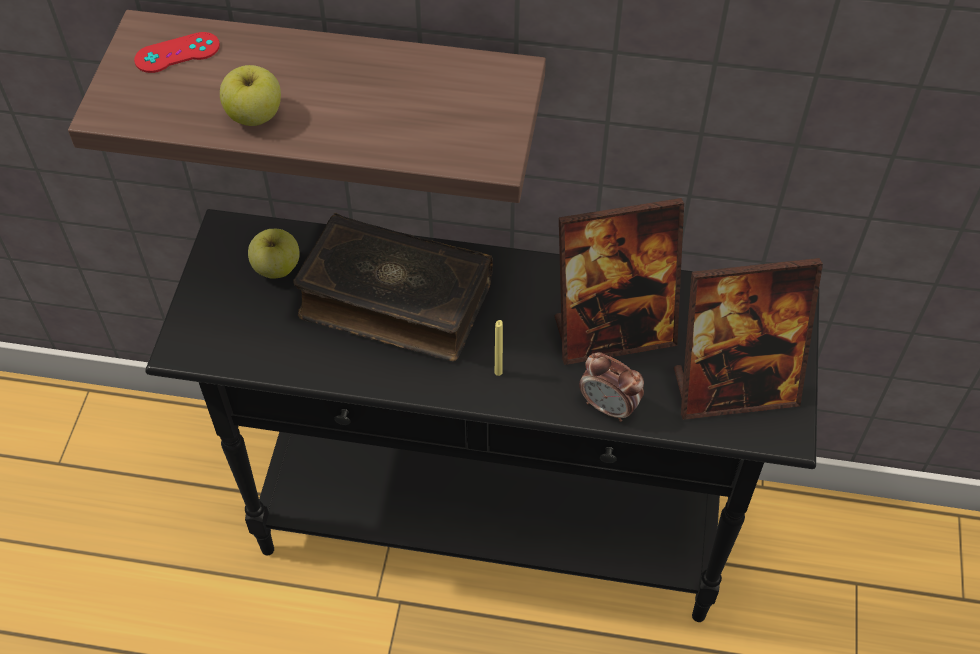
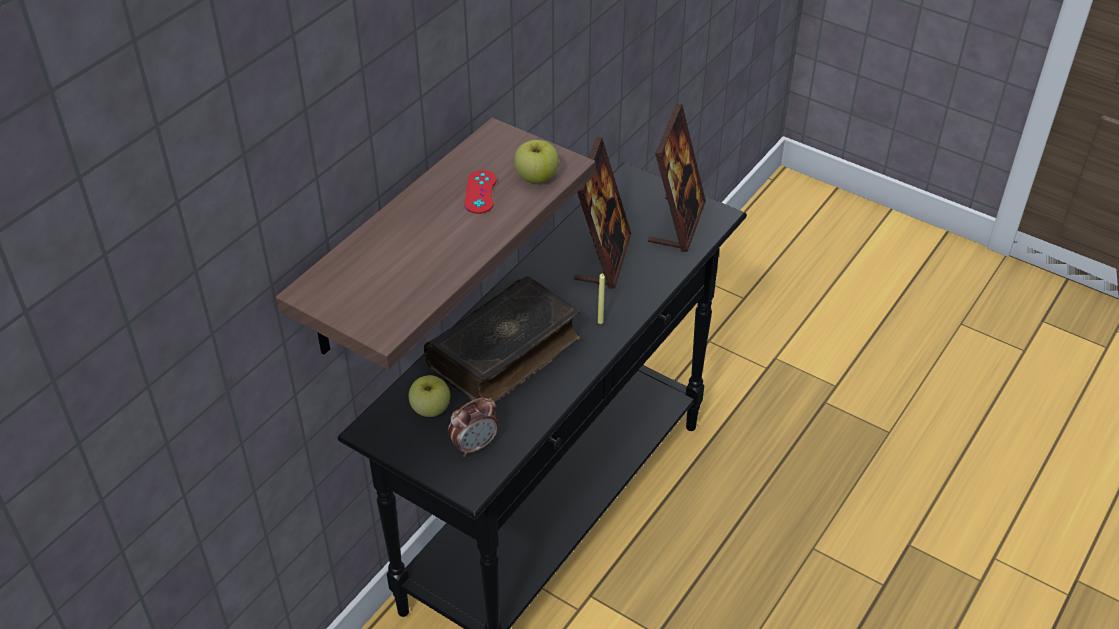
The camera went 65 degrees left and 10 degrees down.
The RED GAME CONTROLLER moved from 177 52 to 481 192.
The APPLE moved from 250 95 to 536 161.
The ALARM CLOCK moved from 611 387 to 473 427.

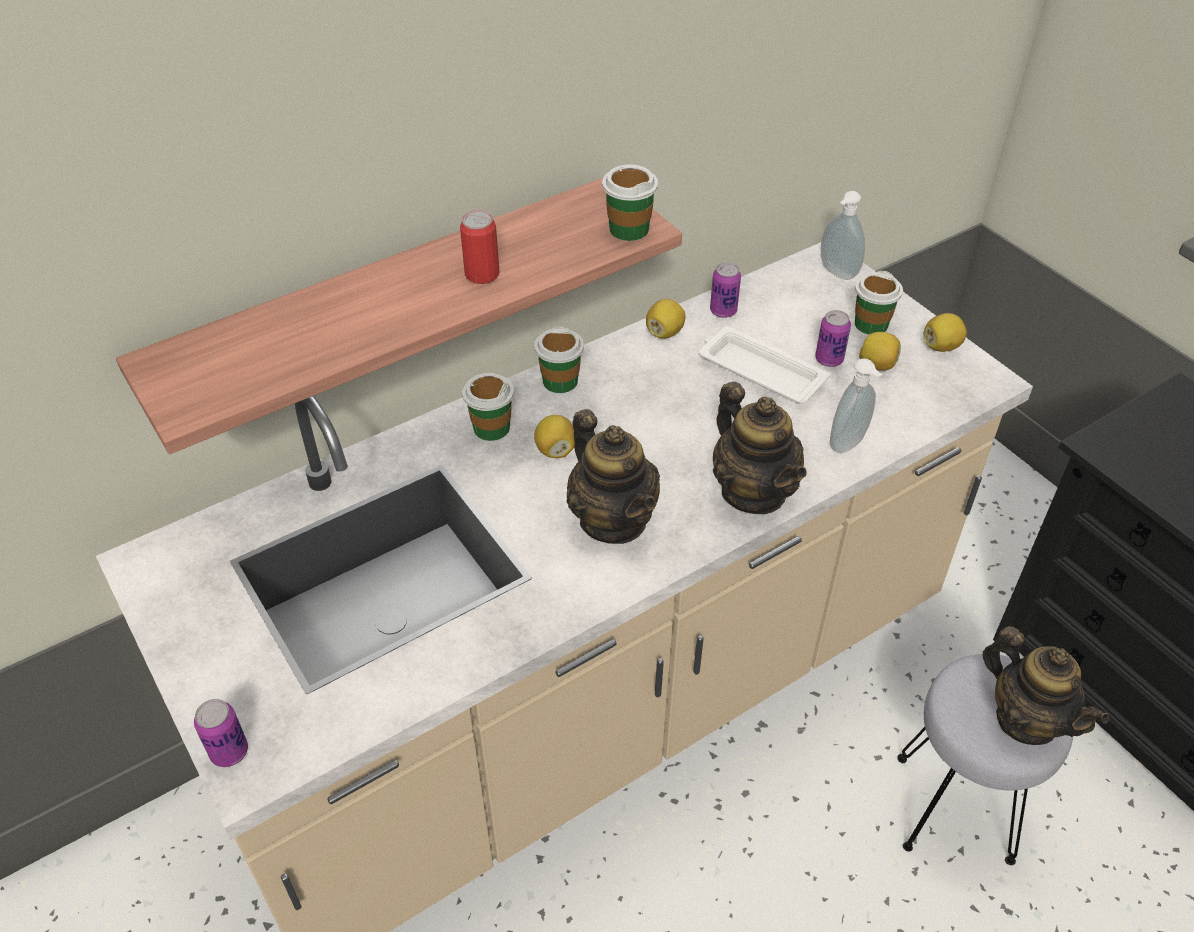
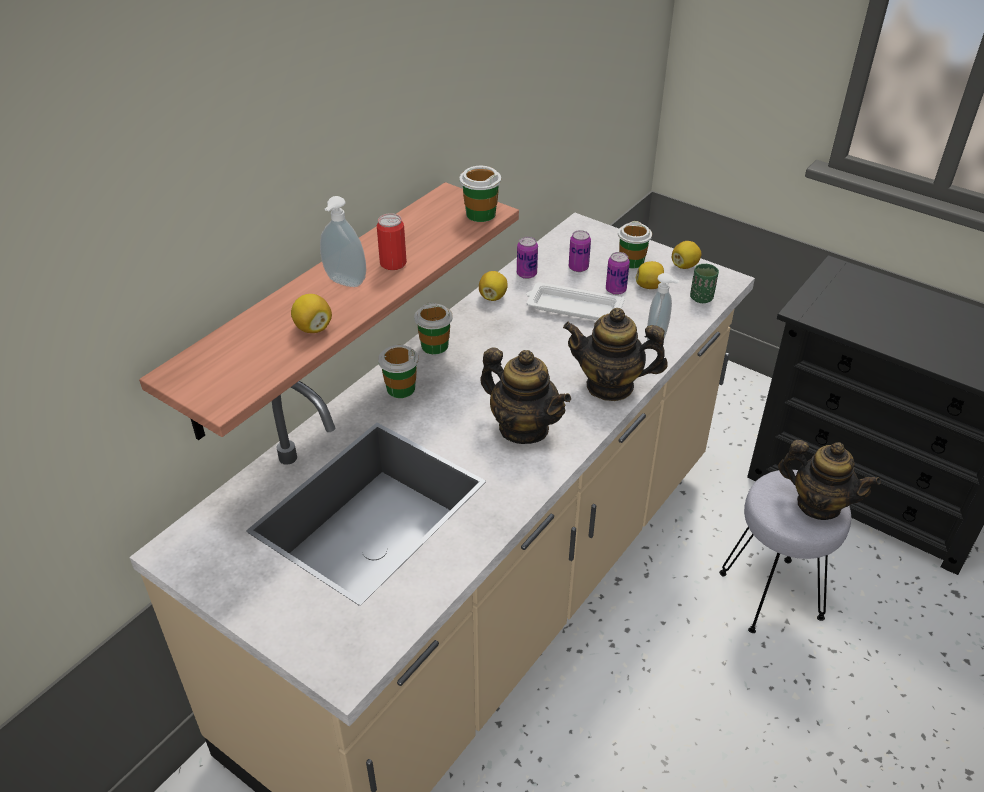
The camera went 20 degrees left and 5 degrees down.
The GREEN CUP at 704 283 appeared.
The CAN moved from 221 733 to 580 251.
The LEMON moved from 554 436 to 311 313.
The SOAP DISPENSER moved from 843 235 to 343 241.
The TEAPOT at 760 448 turned 150 degrees clockwise.

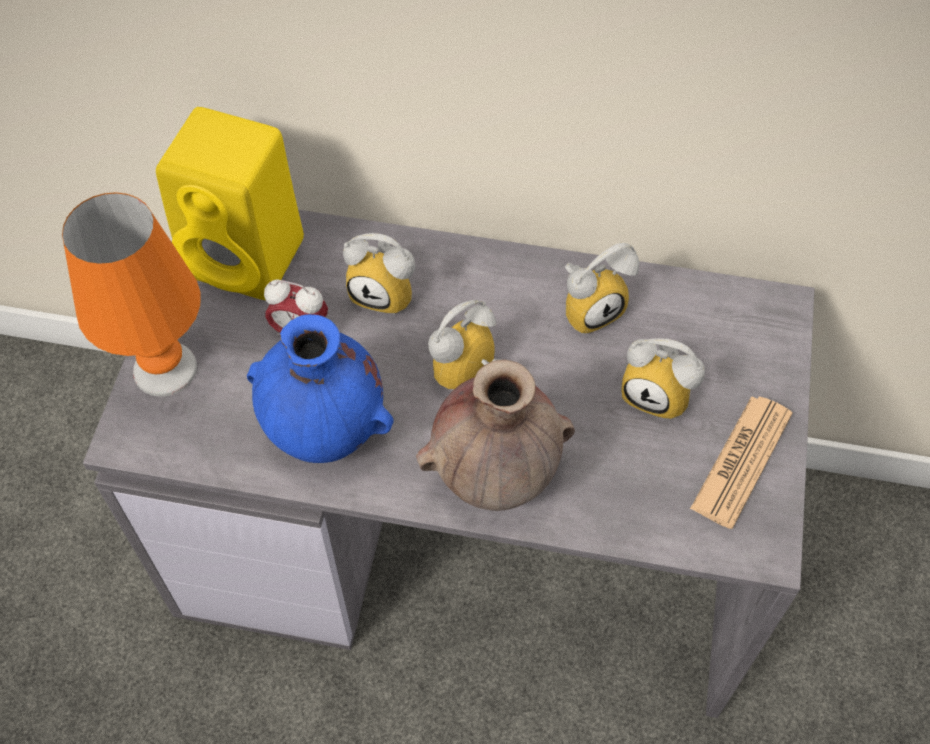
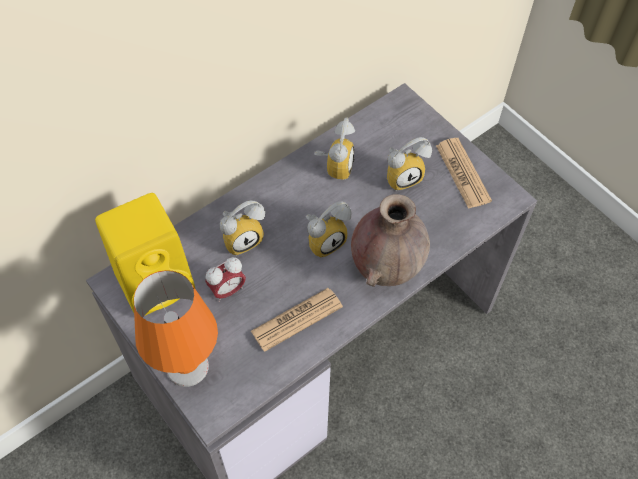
The camera went 50 degrees left and 0 degrees up.
The BLUE VASE at 320 388 was replaced by the NEWSPAPER at 297 320.
The ALARM CLOCK at 464 345 turned 120 degrees counterclockwise.

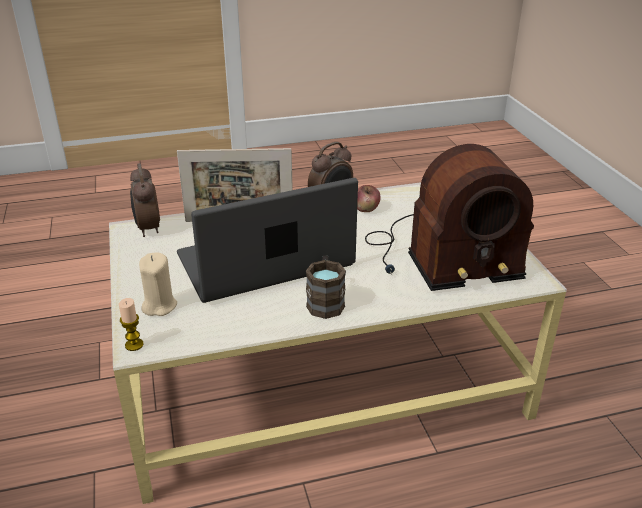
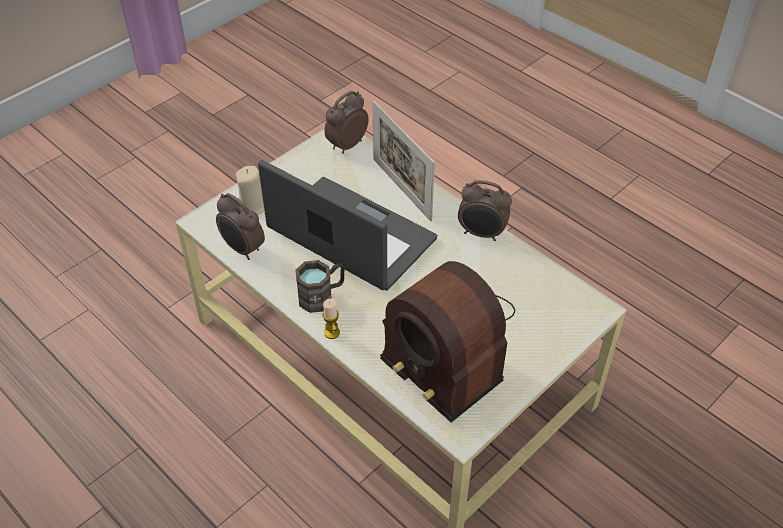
The camera went 60 degrees right and 15 degrees up.
The APPLE at 369 198 disappeared.
The ALARM CLOCK at 240 226 appeared.
The CANDLE moved from 131 324 to 331 318.

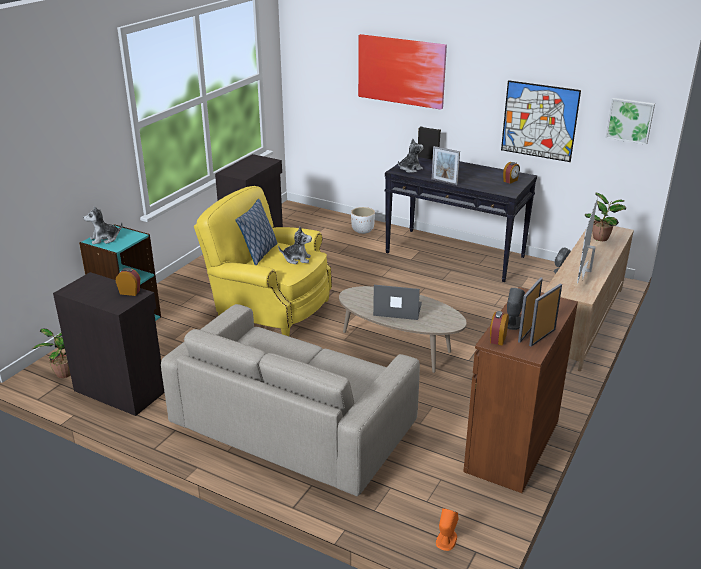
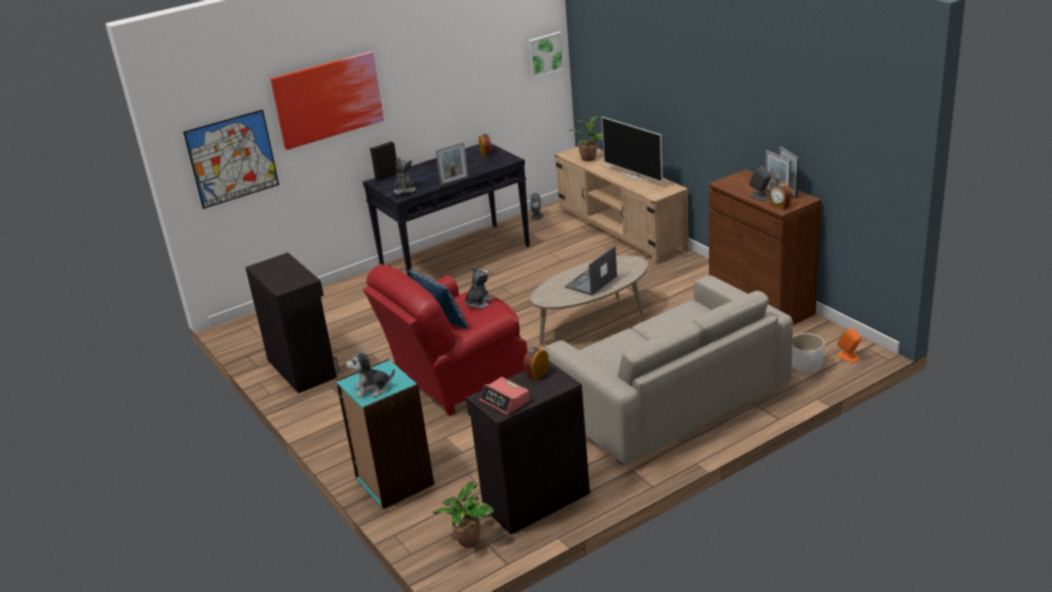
The camera went 60 degrees left and 0 degrees up.
The ALARM CLOCK at 504 396 appeared.
The WHITE PLANTER moved from 363 220 to 808 353.
The PICTURE moved from 541 121 to 231 159.
The YELLOW ARMCHAIR at 263 261 became the RED ARMCHAIR at 445 340.
The PLUSH TOY at 102 225 turned 75 degrees clockwise.

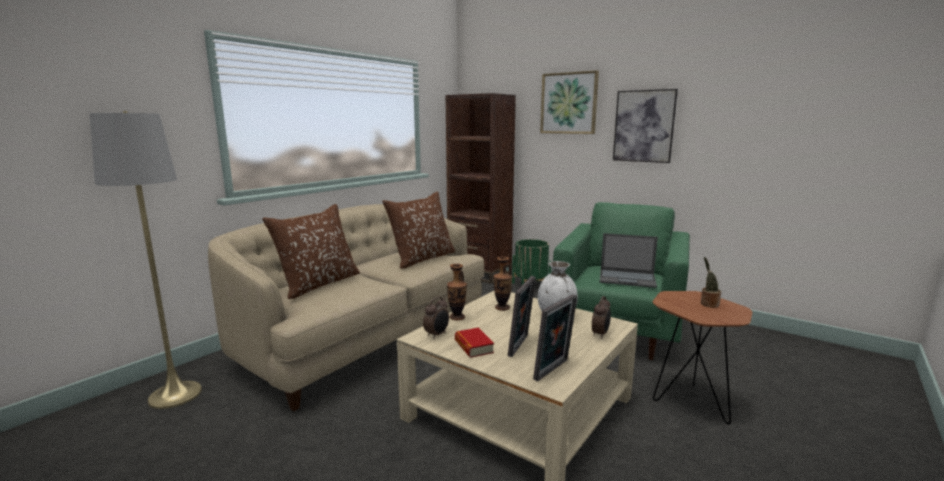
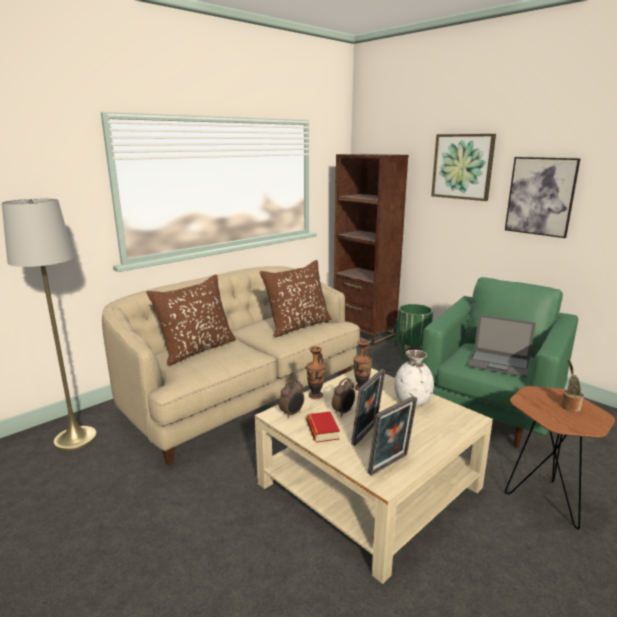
The camera went 10 degrees right and 5 degrees up.
The ALARM CLOCK moved from 601 317 to 343 397.

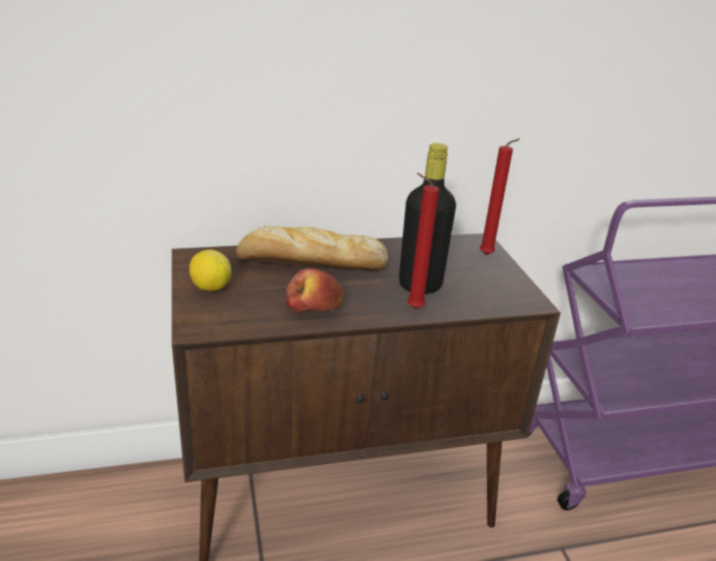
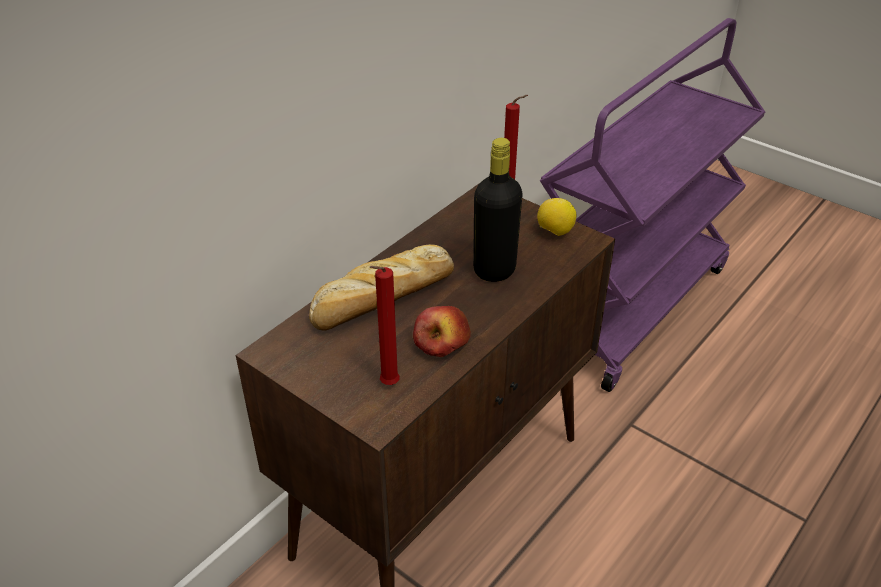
The camera went 35 degrees left and 10 degrees up.
The LEMON moved from 210 270 to 556 217.
The RED CANDLE moved from 423 241 to 385 325.

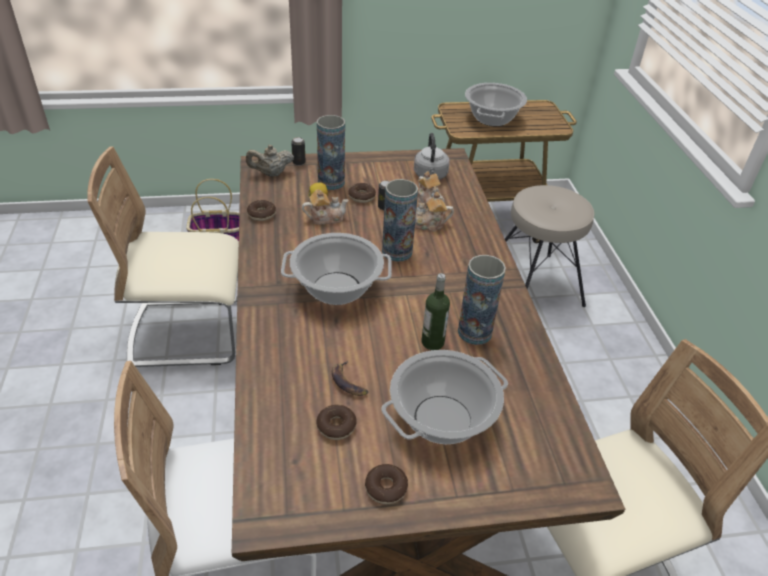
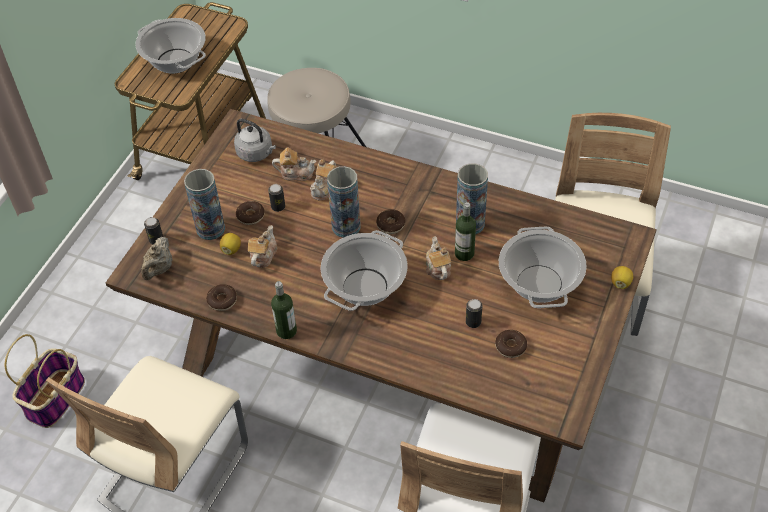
The camera went 55 degrees left and 10 degrees up.
The BOTTLE at 284 310 appeared.
The TEAPOT at 438 258 appeared.
The LEMON at 622 277 appeared.
The DONUT moved from 386 484 to 390 221.
The BANANA at 350 378 was replaced by the CAN at 474 313.

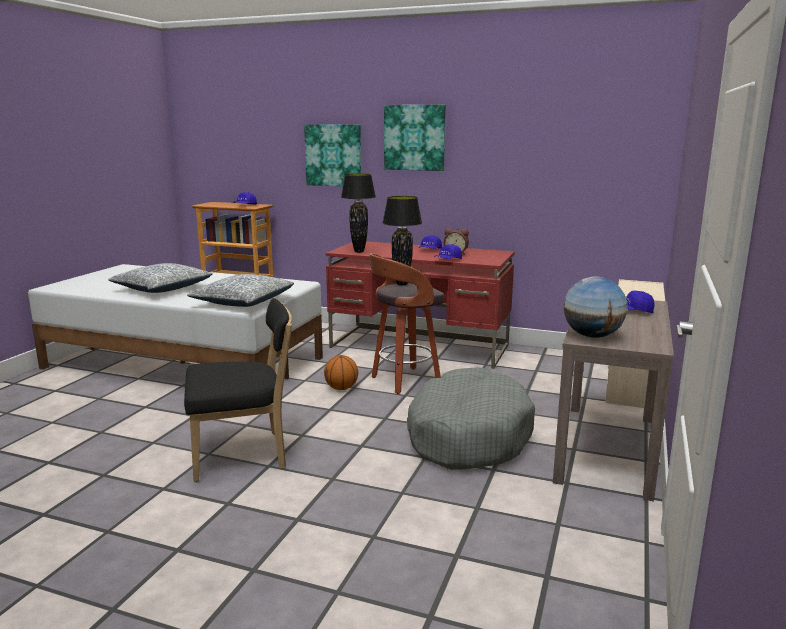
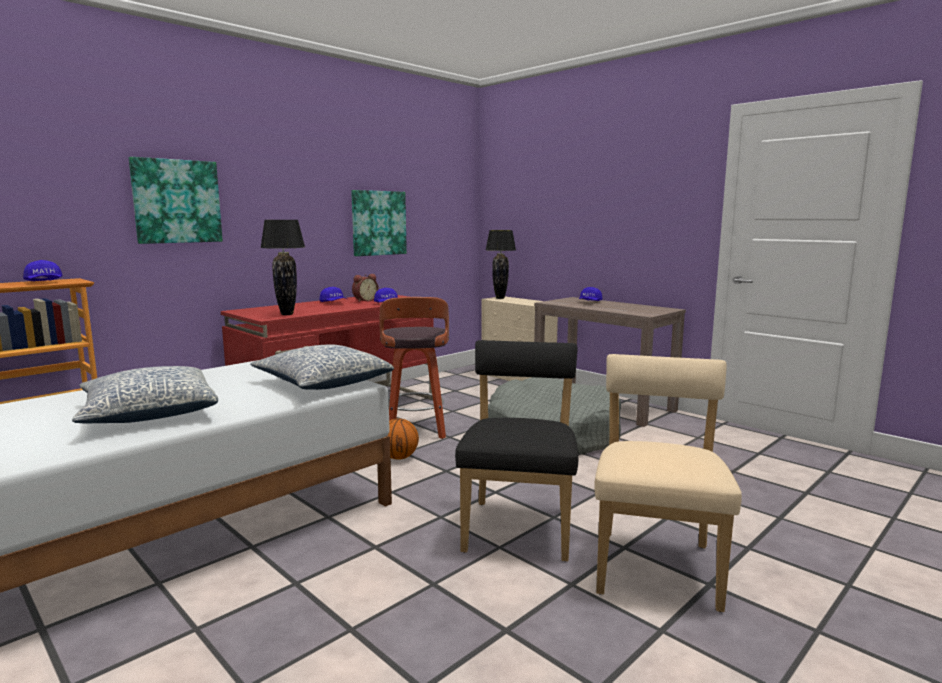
The camera went 65 degrees left and 5 degrees down.
The GLOBE at 596 307 disappeared.
The BEIGE CHAIR at 668 483 appeared.
The BLACK TABLE LAMP moved from 402 240 to 501 264.
The PICTURE moved from 415 138 to 379 223.

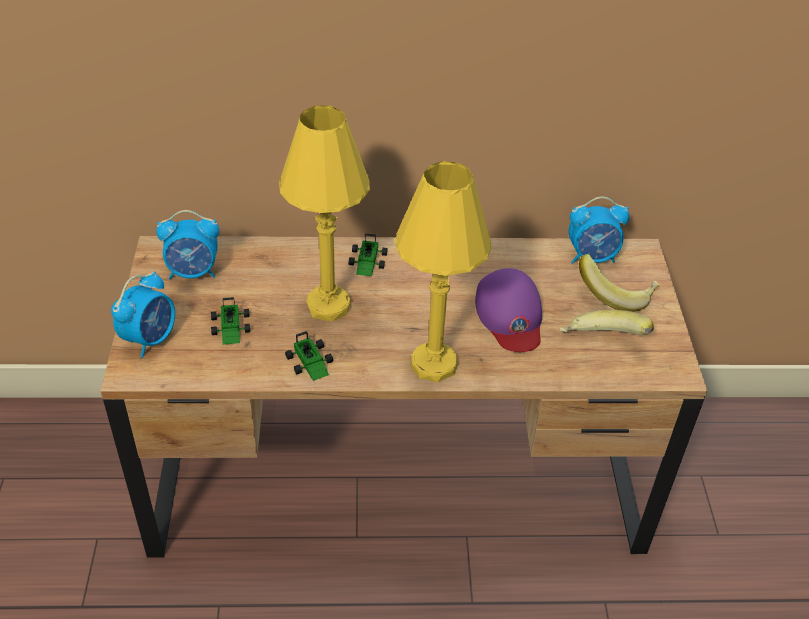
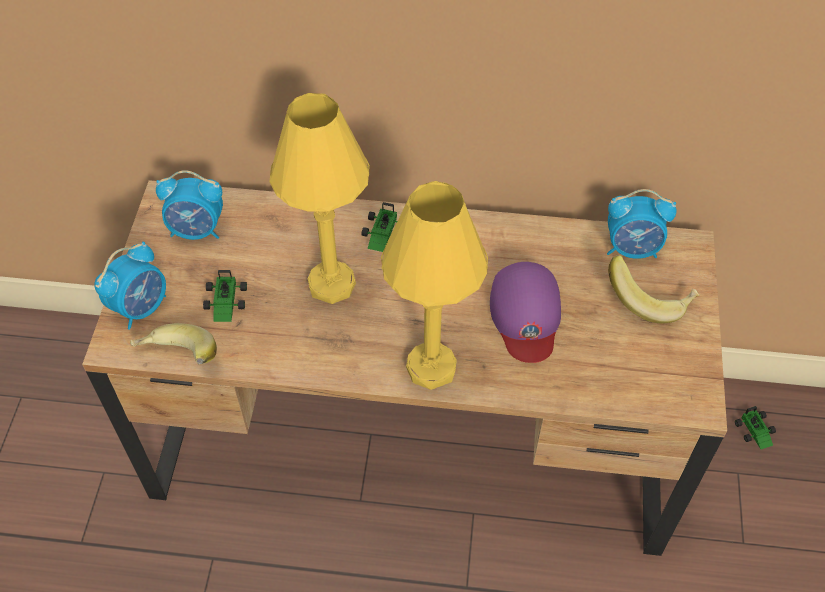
The camera went 10 degrees right and 10 degrees up.
The TOY CAR moved from 309 356 to 755 427.
The BANANA moved from 606 322 to 173 344.

